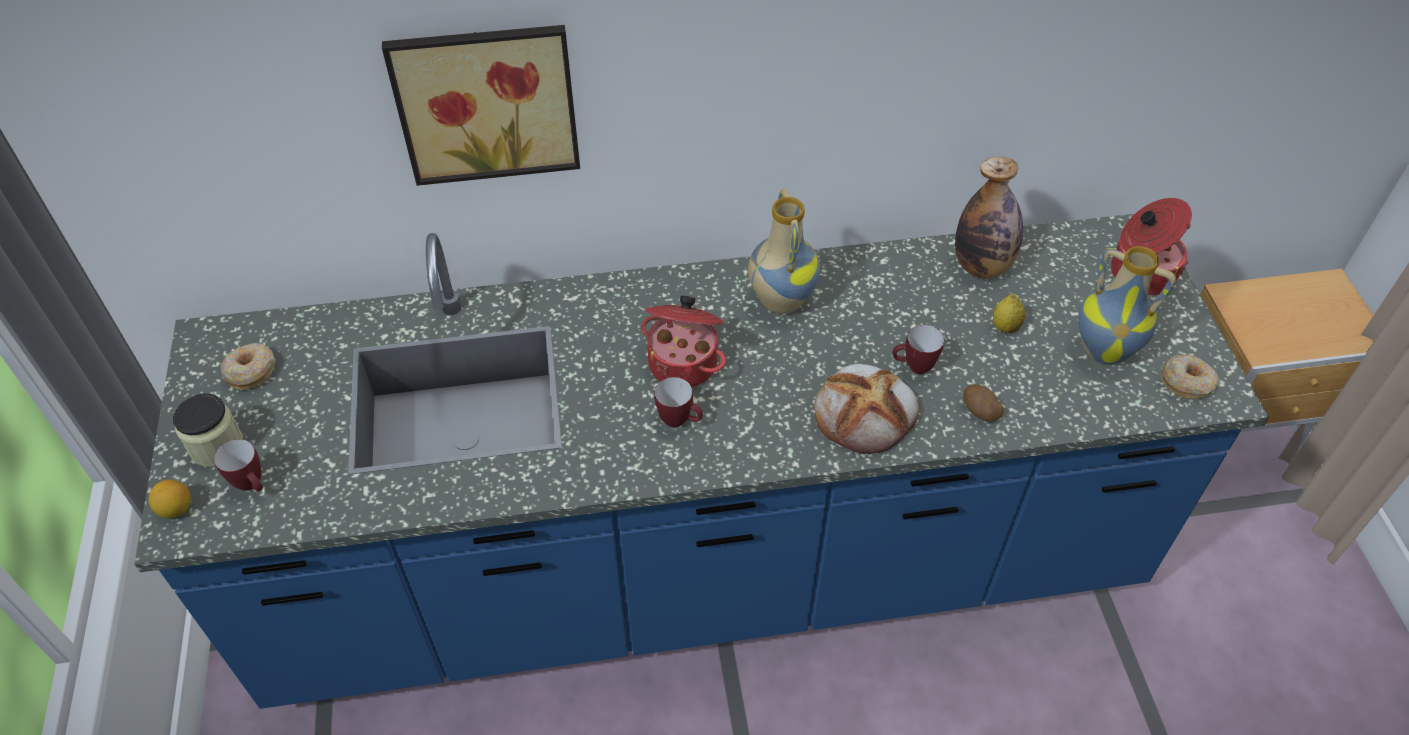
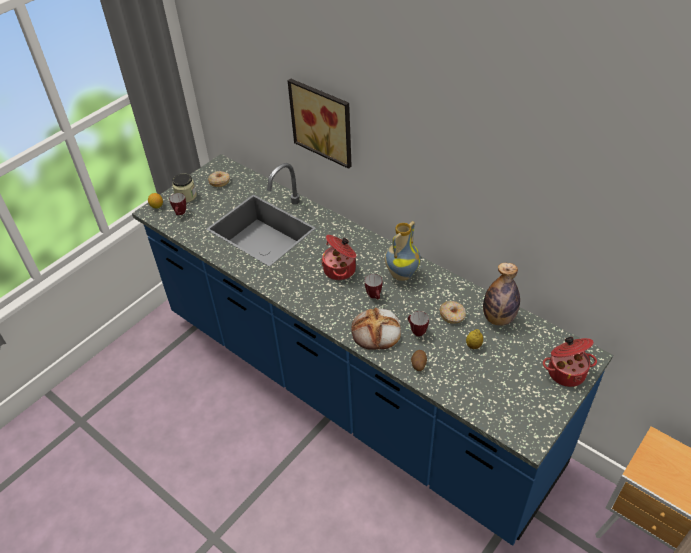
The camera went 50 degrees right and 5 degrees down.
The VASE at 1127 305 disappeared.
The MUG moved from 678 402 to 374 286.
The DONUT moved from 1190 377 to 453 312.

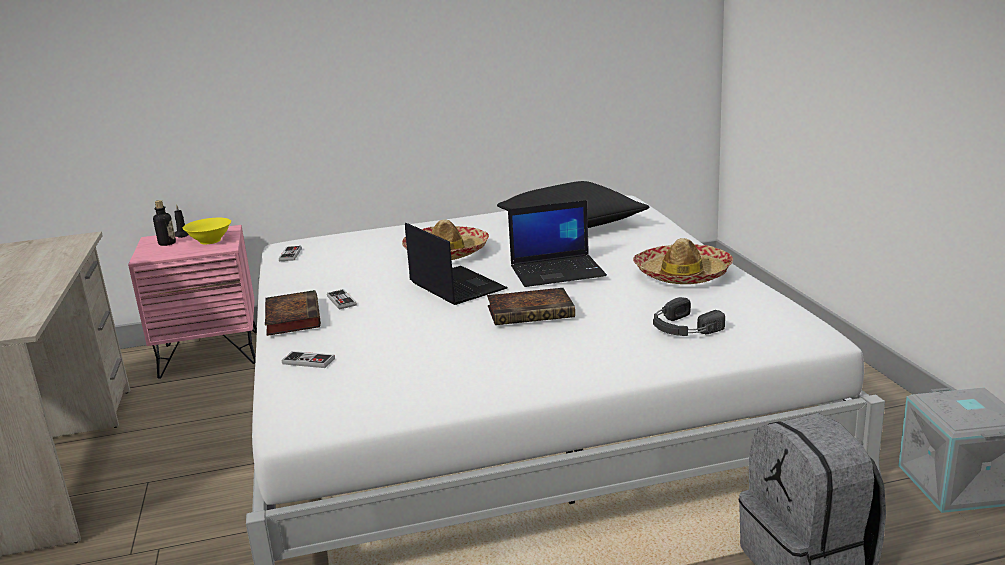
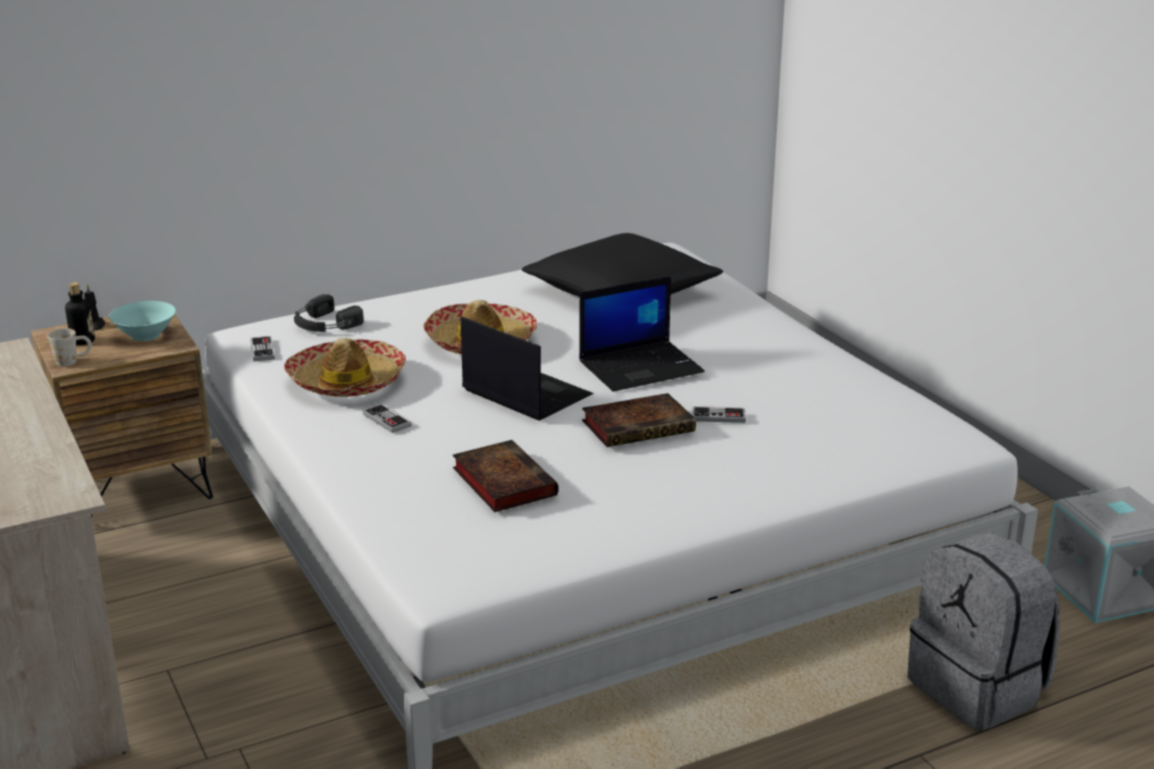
The camera went 15 degrees left and 5 degrees up.
The WHITE MUG at 70 347 appeared.
The BOOK moved from 293 313 to 506 476.
The GAME CONTROLLER moved from 308 359 to 719 414.
The HAT moved from 683 261 to 345 367.
The BLACK HEADPHONES moved from 689 316 to 329 313.
The PINK NIGHTSTAND at 192 302 became the BROWN NIGHTSTAND at 122 416.
The YELLOW BOWL at 207 231 became the TURQUOISE BOWL at 142 321.

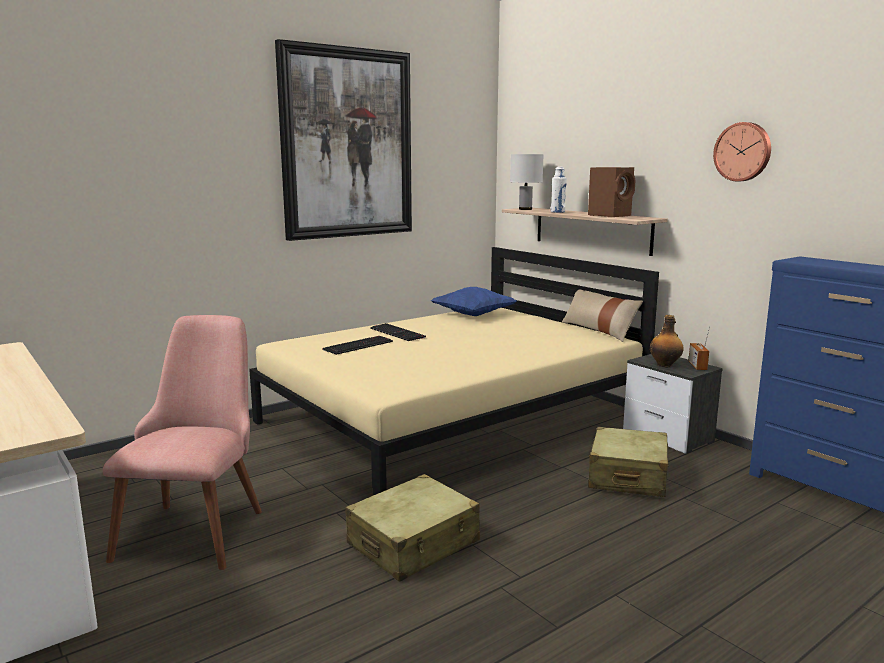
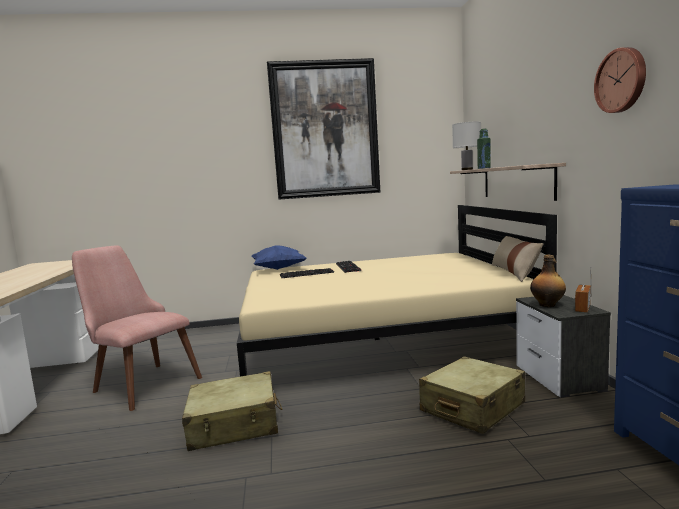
The camera went 30 degrees right and 5 degrees down.
The BROWN SPEAKER at 612 192 disappeared.
The BLUE PILLOW moved from 473 301 to 279 258.
The WHITE BOTTLE at 559 190 became the GREEN BOTTLE at 484 149.
The PINK CHAIR at 182 442 turned 90 degrees counterclockwise.

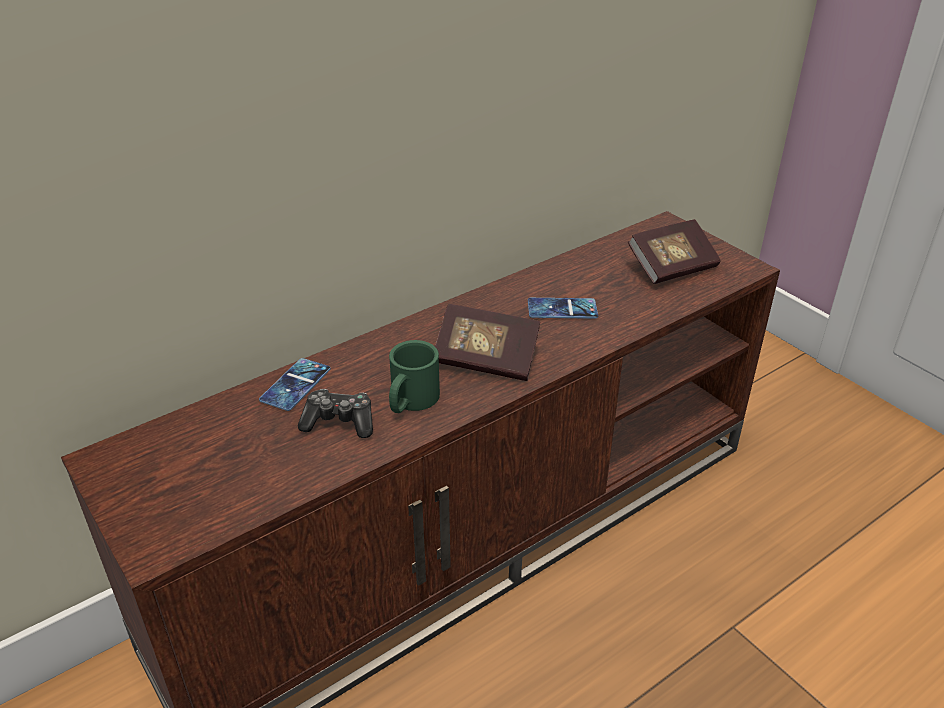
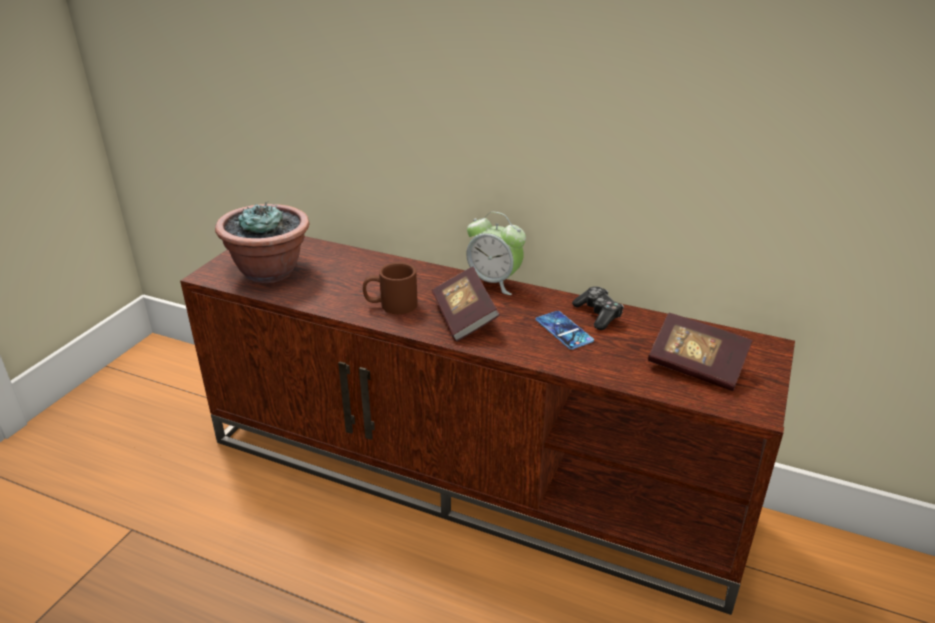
The camera went 60 degrees right and 5 degrees down.
The PHONE at 295 384 disappeared.
The POTTED PLANT at 262 242 appeared.
The ALARM CLOCK at 496 253 appeared.
The GAME CONTROLLER moved from 335 413 to 598 308.
The GREEN MUG at 414 376 became the BROWN MUG at 390 288.

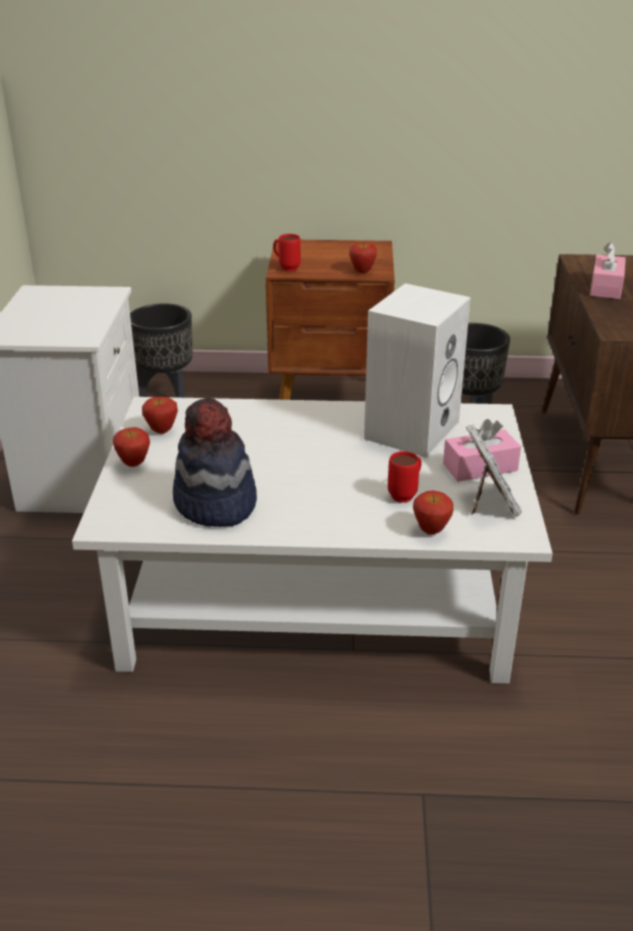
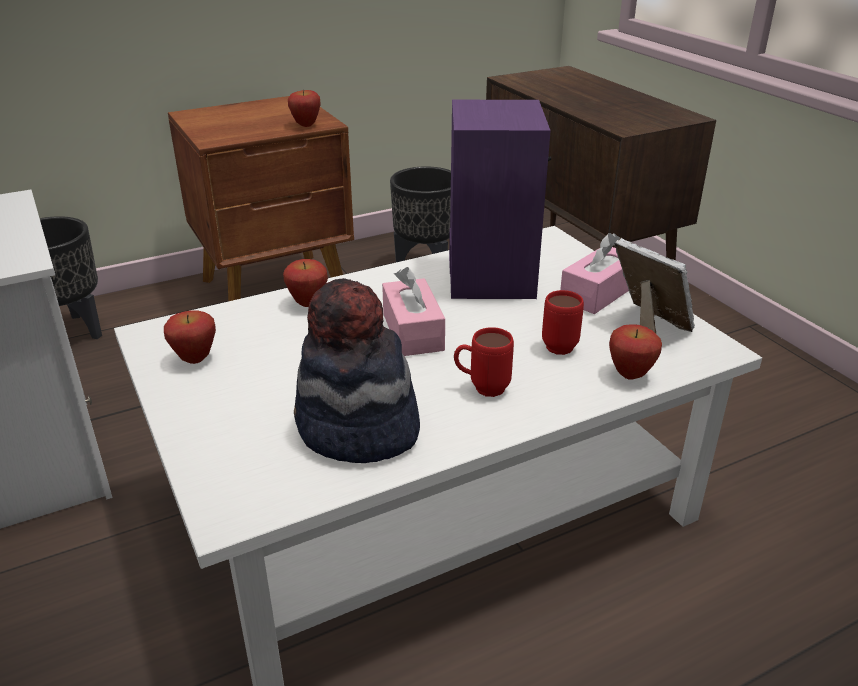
The camera went 30 degrees left and 0 degrees up.
The APPLE moved from 131 447 to 305 283.
The RED MUG moved from 287 253 to 484 362.
The PINK TISSUE BOX moved from 608 270 to 413 311.
The WHITE SPEAKER at 417 370 became the PURPLE SPEAKER at 500 199.

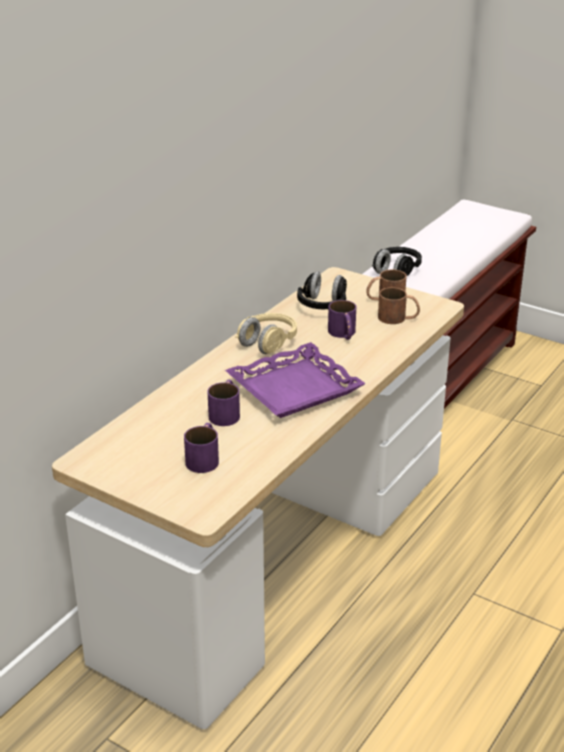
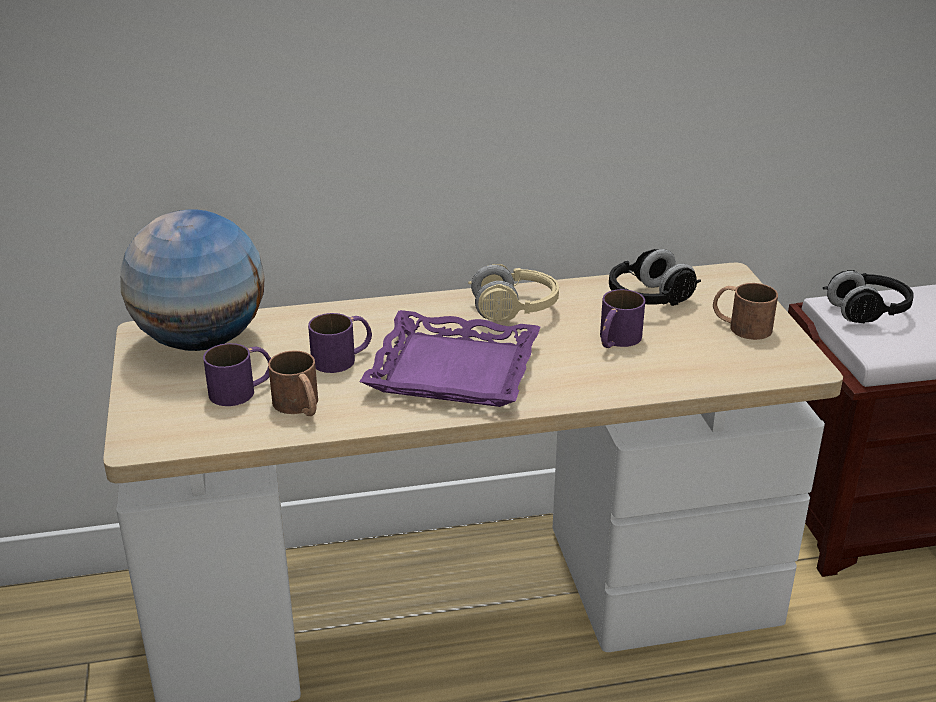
The camera went 45 degrees right and 0 degrees up.
The GLOBE at 192 280 appeared.
The BROWN MUG moved from 399 305 to 293 383.

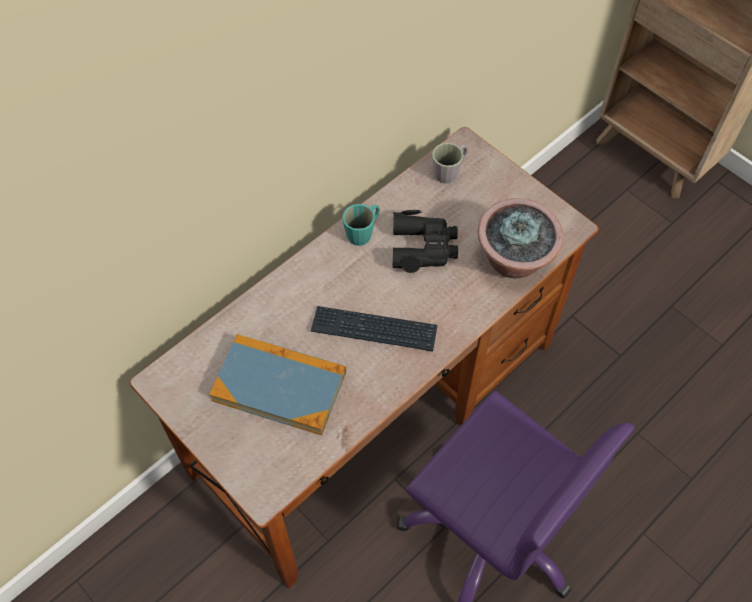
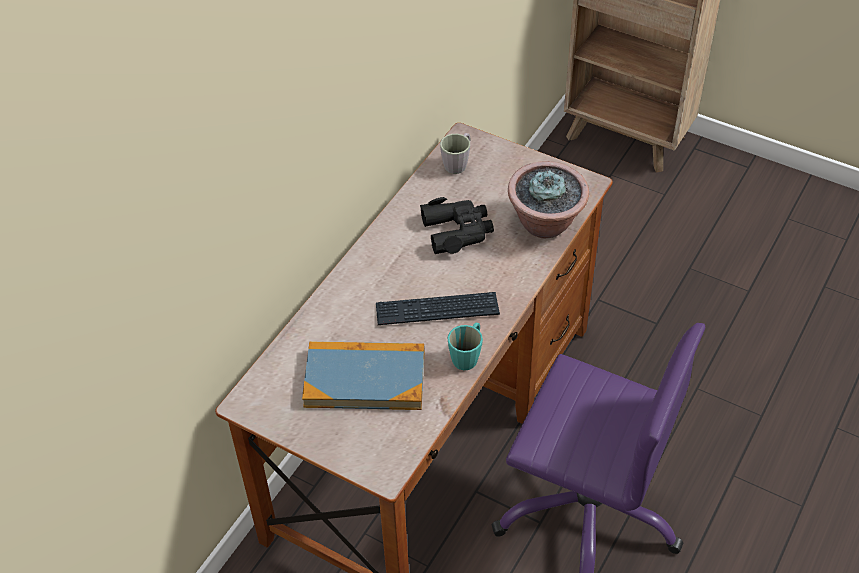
The camera went 15 degrees left and 10 degrees down.
The TURQUOISE MUG moved from 361 225 to 465 346.

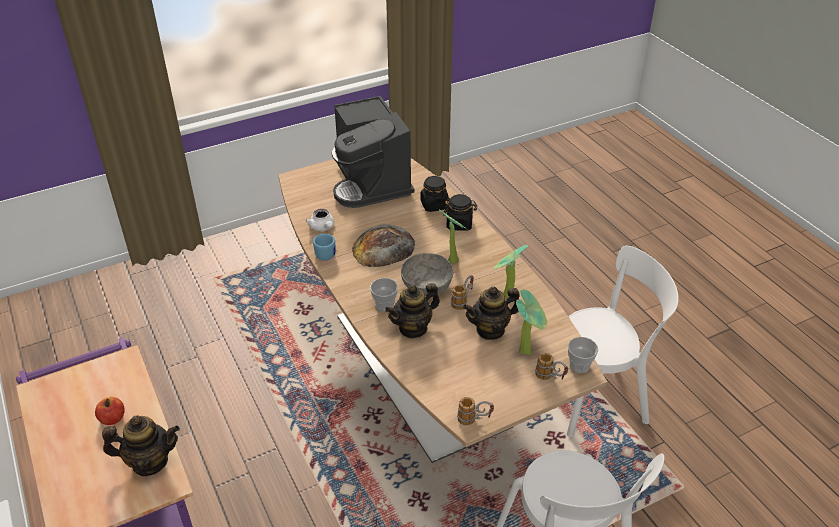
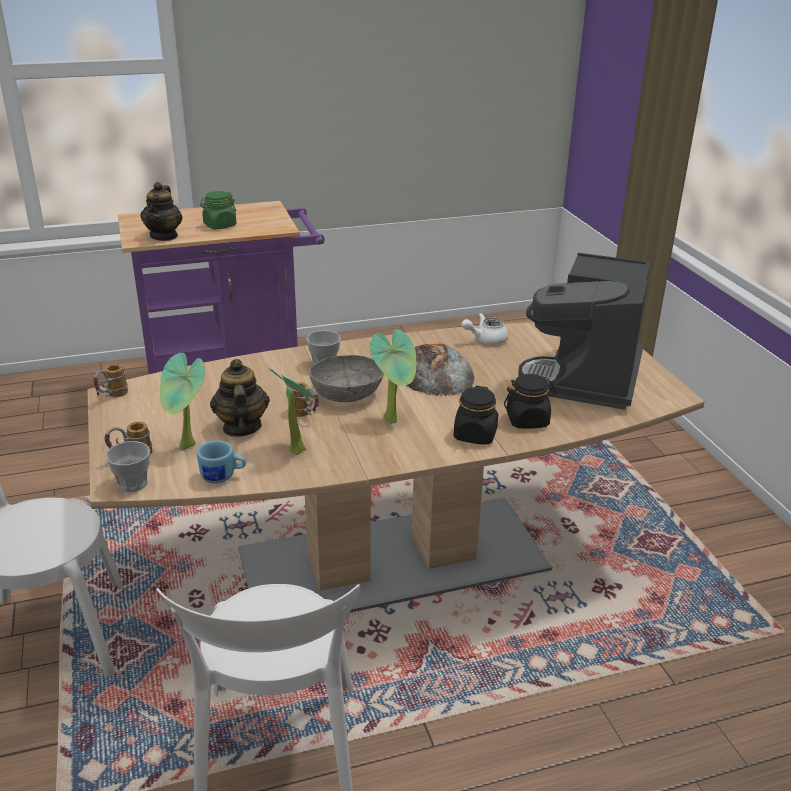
The camera went 100 degrees right and 10 degrees down.
The TEAPOT at 412 311 disappeared.
The BLUE MUG moved from 324 247 to 221 462.
The APPLE at 110 411 was replaced by the GREEN JAR at 218 210.
The COFFEE MACHINE at 373 152 turned 60 degrees counterclockwise.

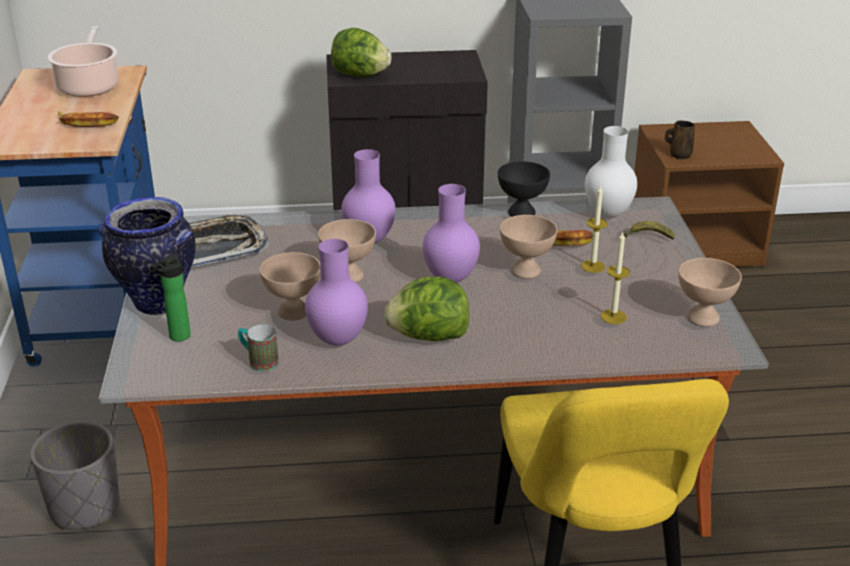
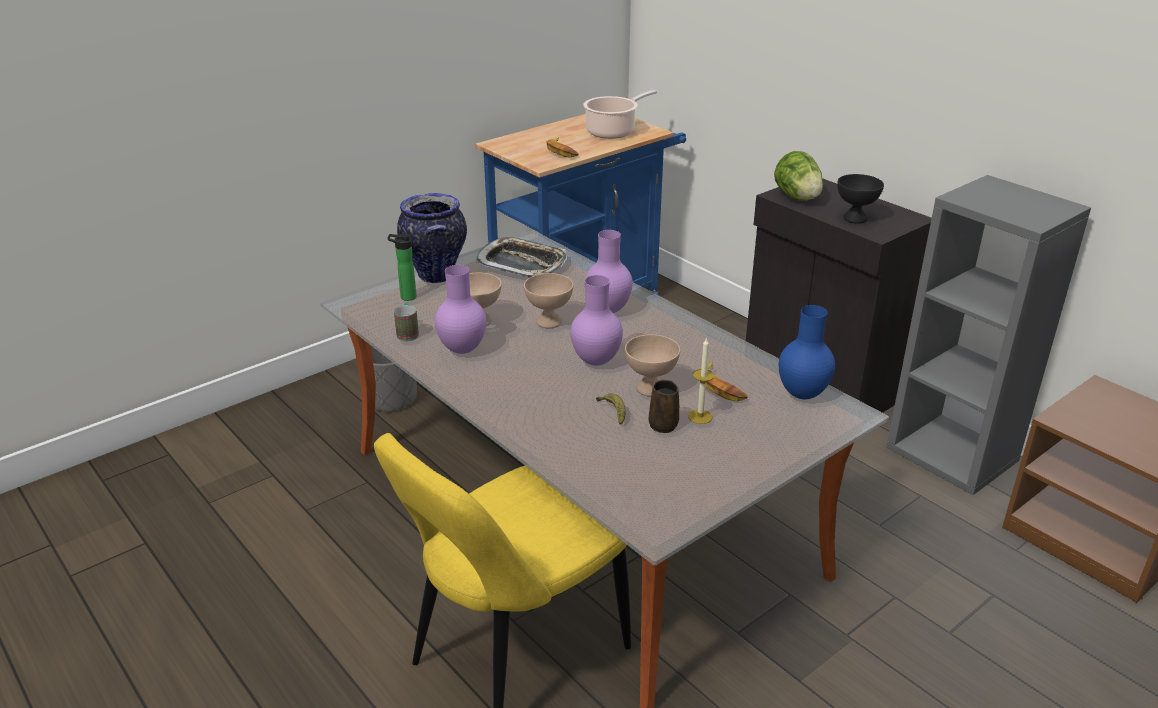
The camera went 55 degrees right and 0 degrees up.
The LETTUCE at 426 309 disappeared.
The CANDLE at 615 277 disappeared.
The BEIGE BOWL at 710 292 disappeared.
The BLACK BOWL moved from 524 189 to 860 199.
The BANANA moved from 649 230 to 611 409.
The BROWN MUG moved from 680 139 to 664 406.
The WHITE VASE at 611 172 became the BLUE VASE at 807 352.

